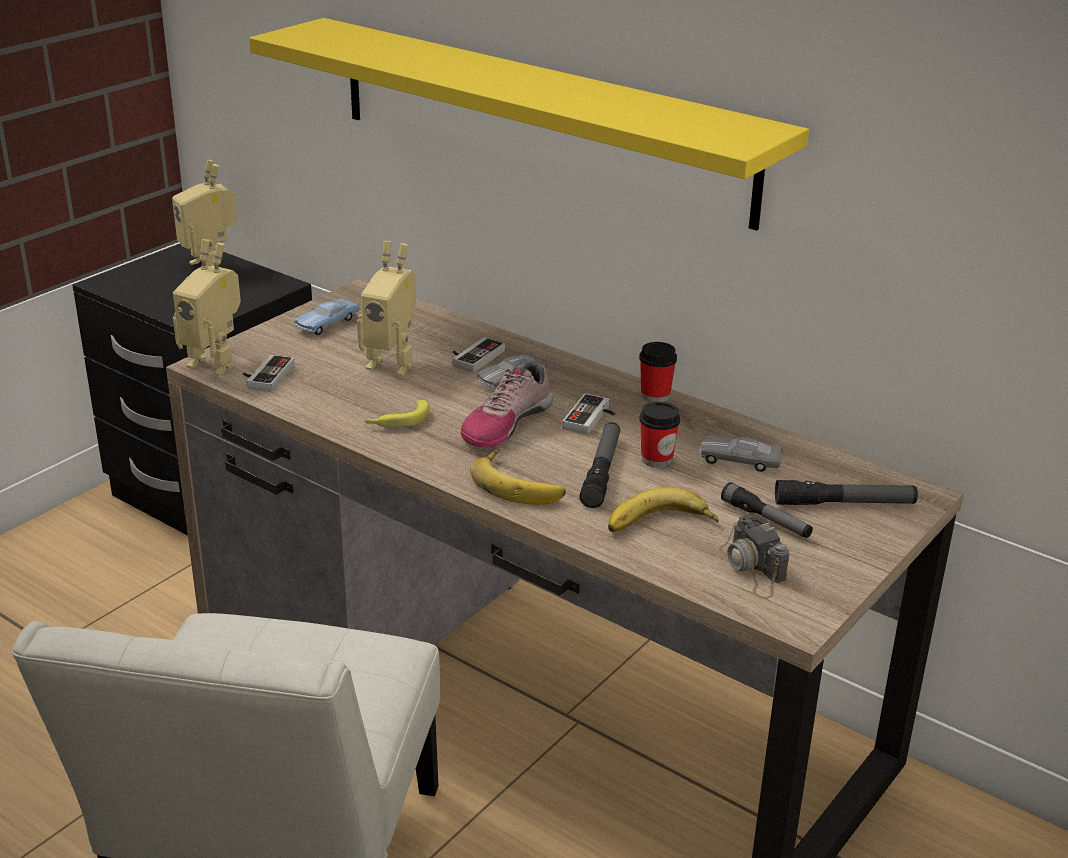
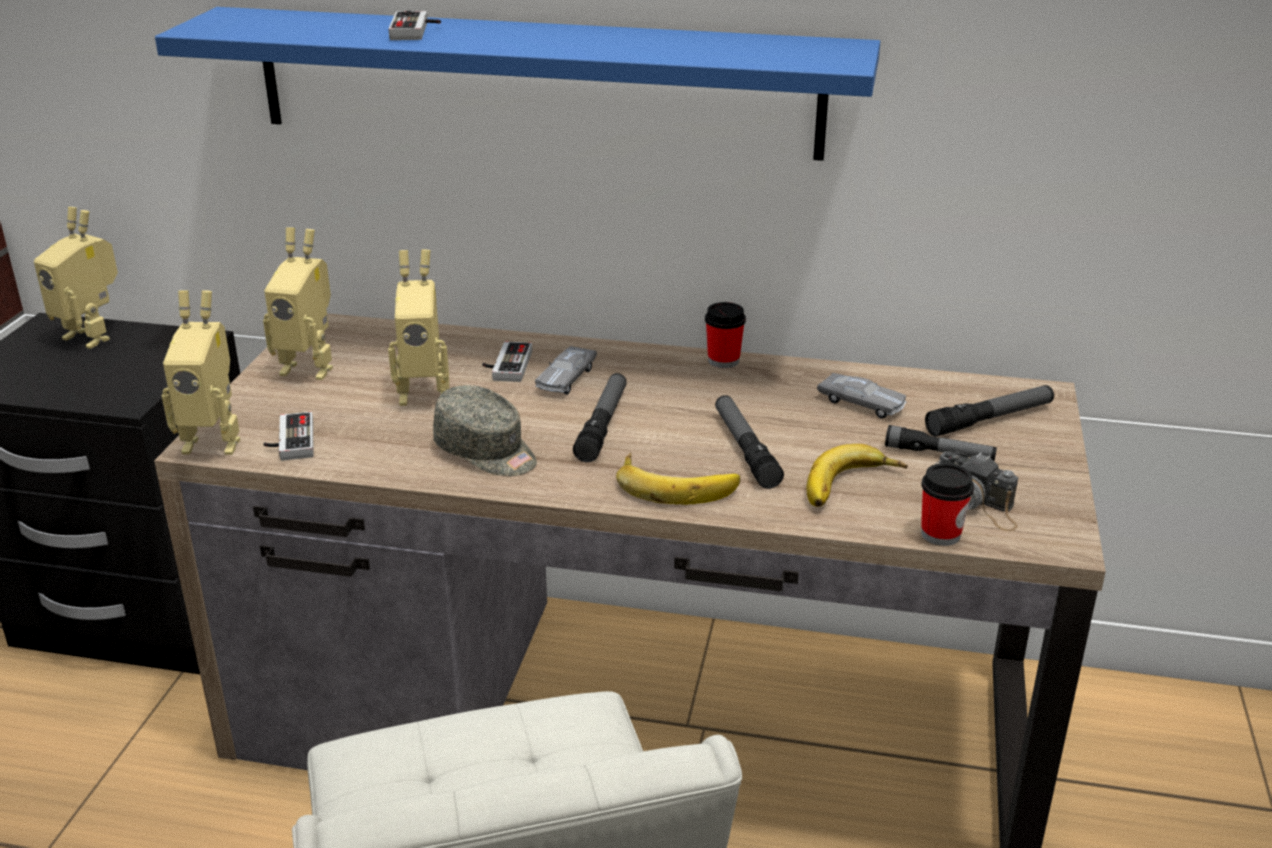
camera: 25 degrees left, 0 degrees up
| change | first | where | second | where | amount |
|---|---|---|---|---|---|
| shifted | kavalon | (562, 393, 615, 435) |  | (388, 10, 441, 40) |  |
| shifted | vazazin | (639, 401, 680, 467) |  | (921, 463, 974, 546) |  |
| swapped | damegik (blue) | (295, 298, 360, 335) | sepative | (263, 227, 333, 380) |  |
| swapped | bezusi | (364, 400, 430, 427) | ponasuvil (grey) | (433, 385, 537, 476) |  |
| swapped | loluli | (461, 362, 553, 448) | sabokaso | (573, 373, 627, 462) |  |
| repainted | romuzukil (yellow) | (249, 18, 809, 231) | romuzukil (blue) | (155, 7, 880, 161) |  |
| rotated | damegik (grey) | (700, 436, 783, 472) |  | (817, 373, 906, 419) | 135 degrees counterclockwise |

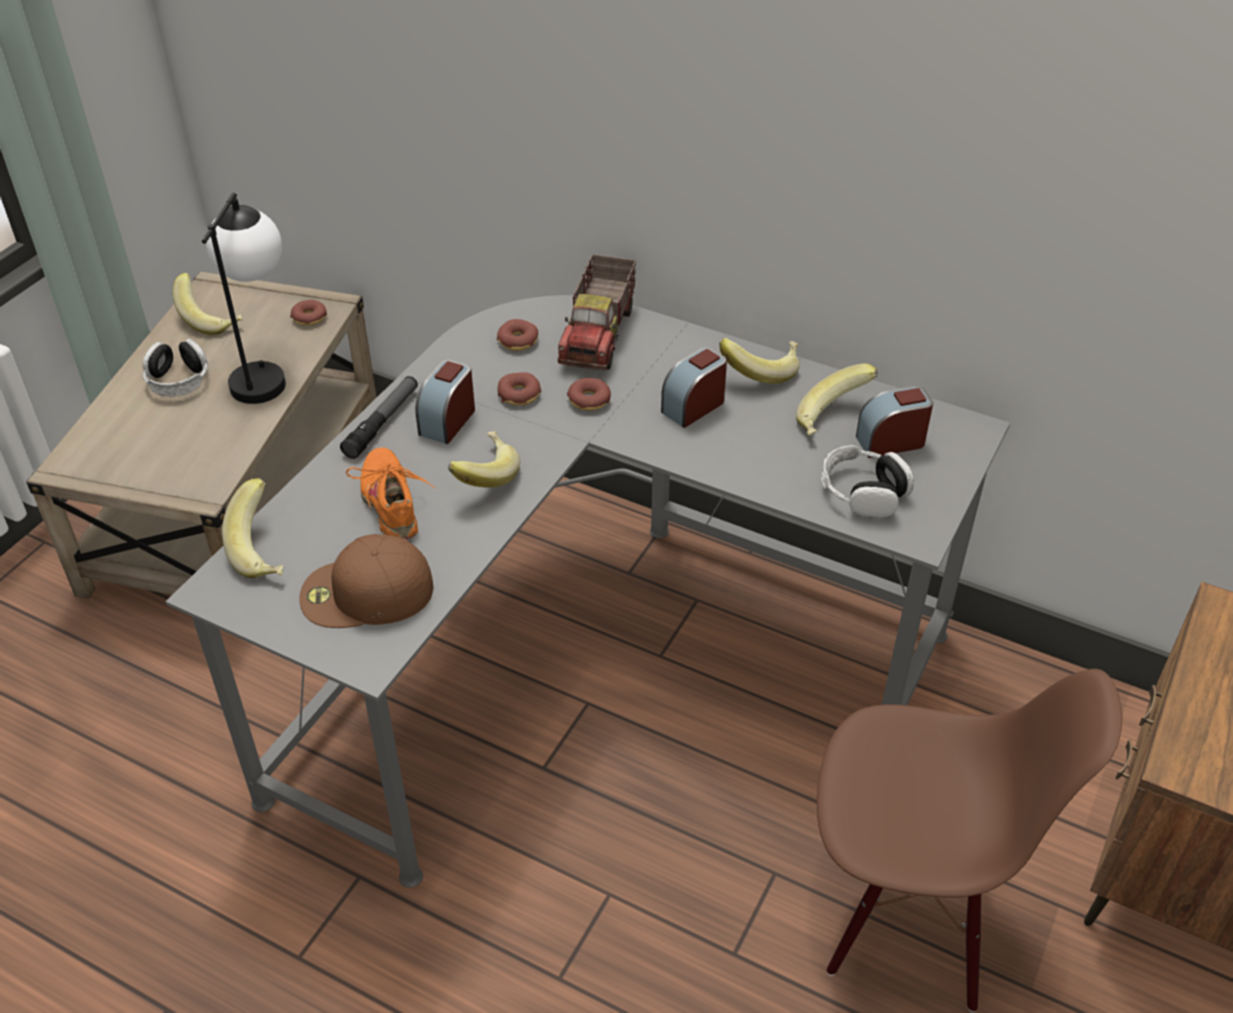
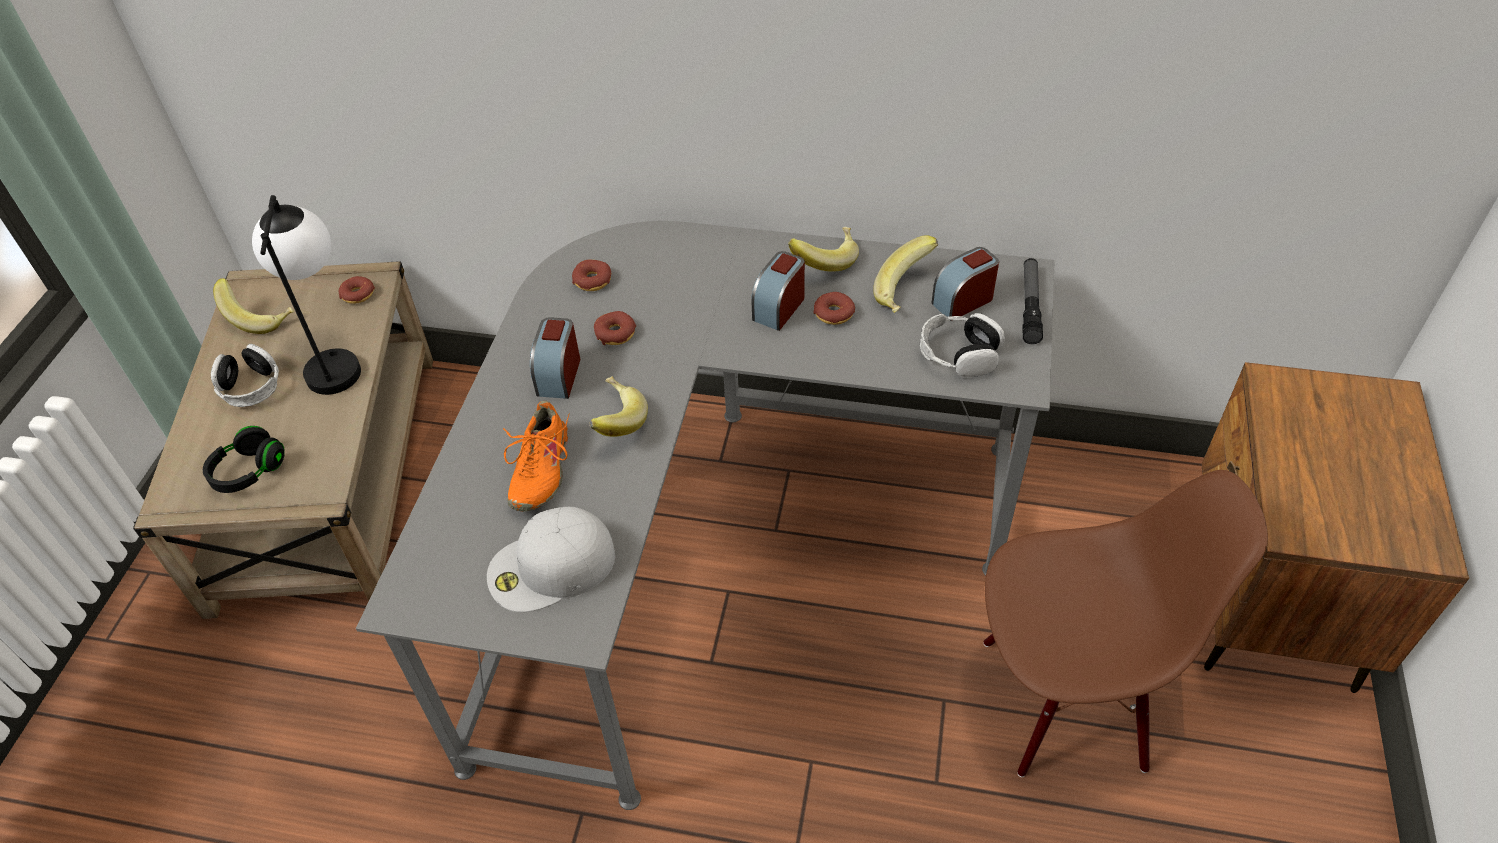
camera: 15 degrees left, 5 degrees up
| change | first | where | second | where | amount |
|---|---|---|---|---|---|
| gone | bezusi | (222, 478, 284, 578) |  |  |  |
| gone | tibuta | (558, 254, 636, 370) |  |  |  |
| new |  |  | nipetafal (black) | (203, 426, 285, 493) |  |
| shifted | sabokaso | (340, 376, 418, 459) |  | (1022, 258, 1043, 344) |  |
| shifted | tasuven | (567, 378, 611, 411) |  | (813, 292, 855, 325) |  |
| repainted | ponasuvil (brown) | (299, 534, 433, 628) | ponasuvil (white) | (487, 507, 615, 612) |  |
| rotated | loluli (orange) | (346, 447, 435, 539) |  | (503, 401, 569, 511) | 135 degrees counterclockwise |

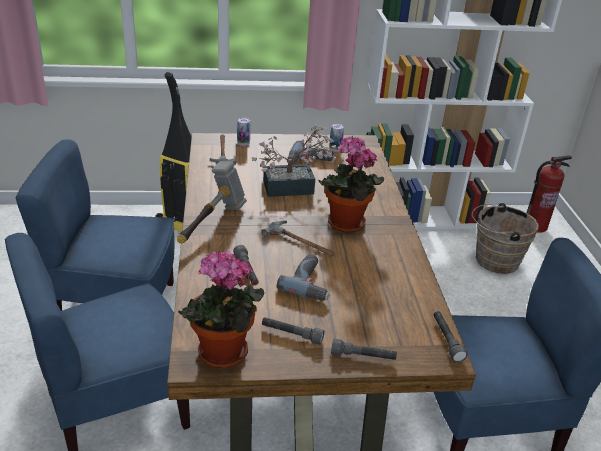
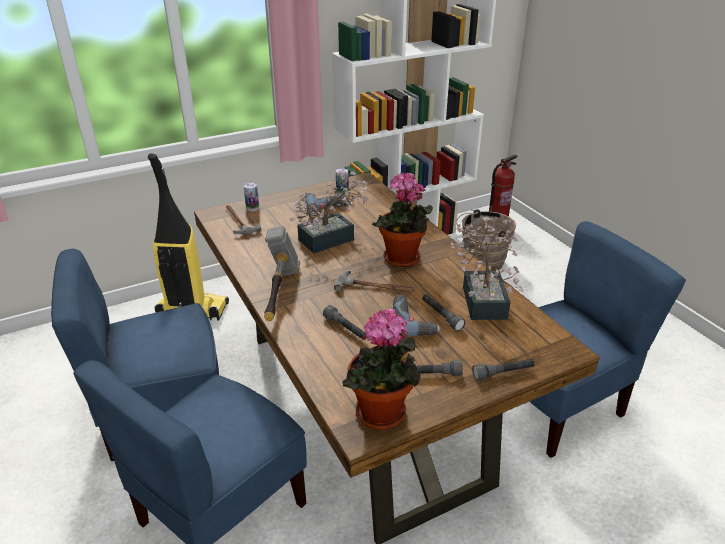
camera: 20 degrees left, 0 degrees up
| change | first | where | second | where | amount |
|---|---|---|---|---|---|
| new |  |  | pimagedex | (451, 217, 523, 320) |  |
| shifted | sabokaso (grey) | (434, 311, 467, 362) |  | (422, 294, 465, 331) |  |

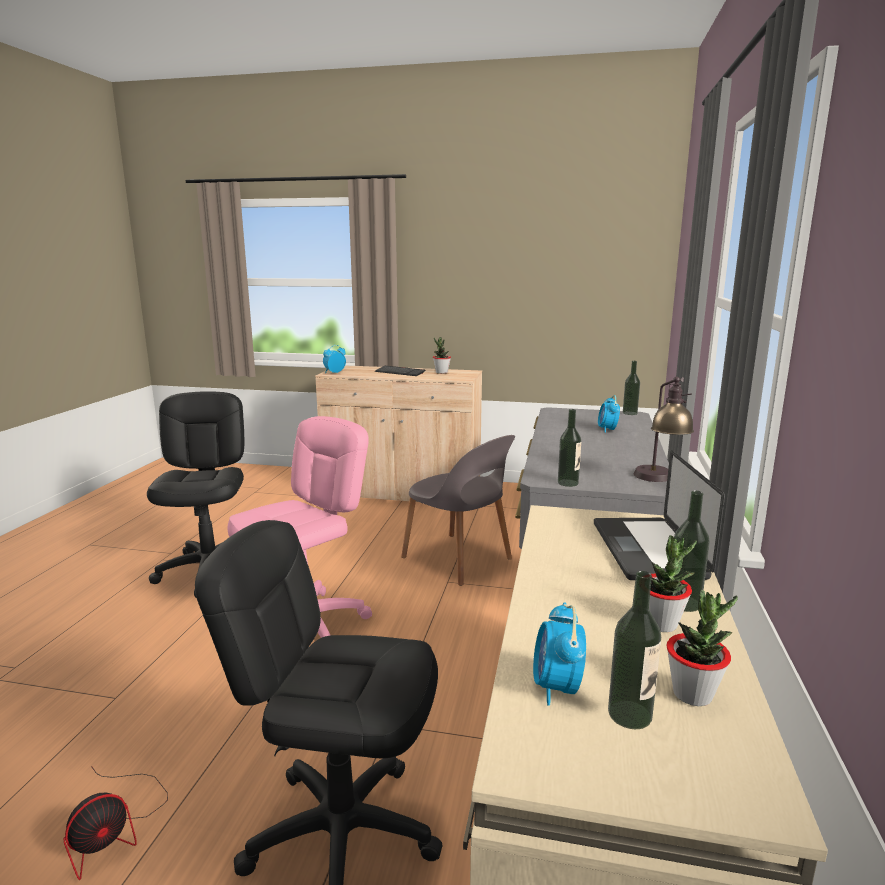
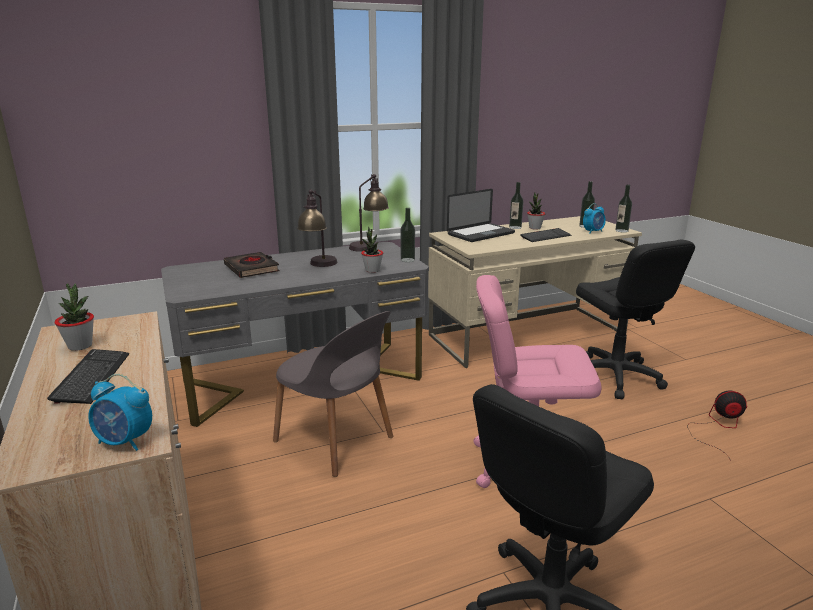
camera: 125 degrees left, 5 degrees up
| change | first | where | second | where | amount |
|---|---|---|---|---|---|
| new |  |  | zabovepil | (297, 189, 338, 267) |  |
| new |  |  | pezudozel | (520, 228, 571, 242) |  |
| shifted | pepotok | (623, 361, 640, 415) |  | (615, 185, 632, 232) |  |
| shifted | pimagedex | (666, 590, 738, 706) |  | (361, 227, 383, 273) |  |
| swapped | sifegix | (598, 395, 620, 433) | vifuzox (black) | (224, 252, 279, 278) |  |
| rotated | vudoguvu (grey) | (401, 435, 515, 586) |  | (273, 311, 393, 477) | 120 degrees clockwise |

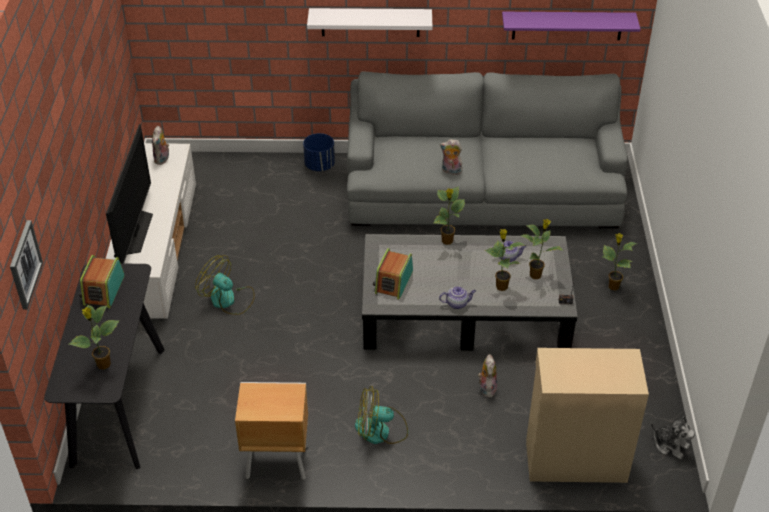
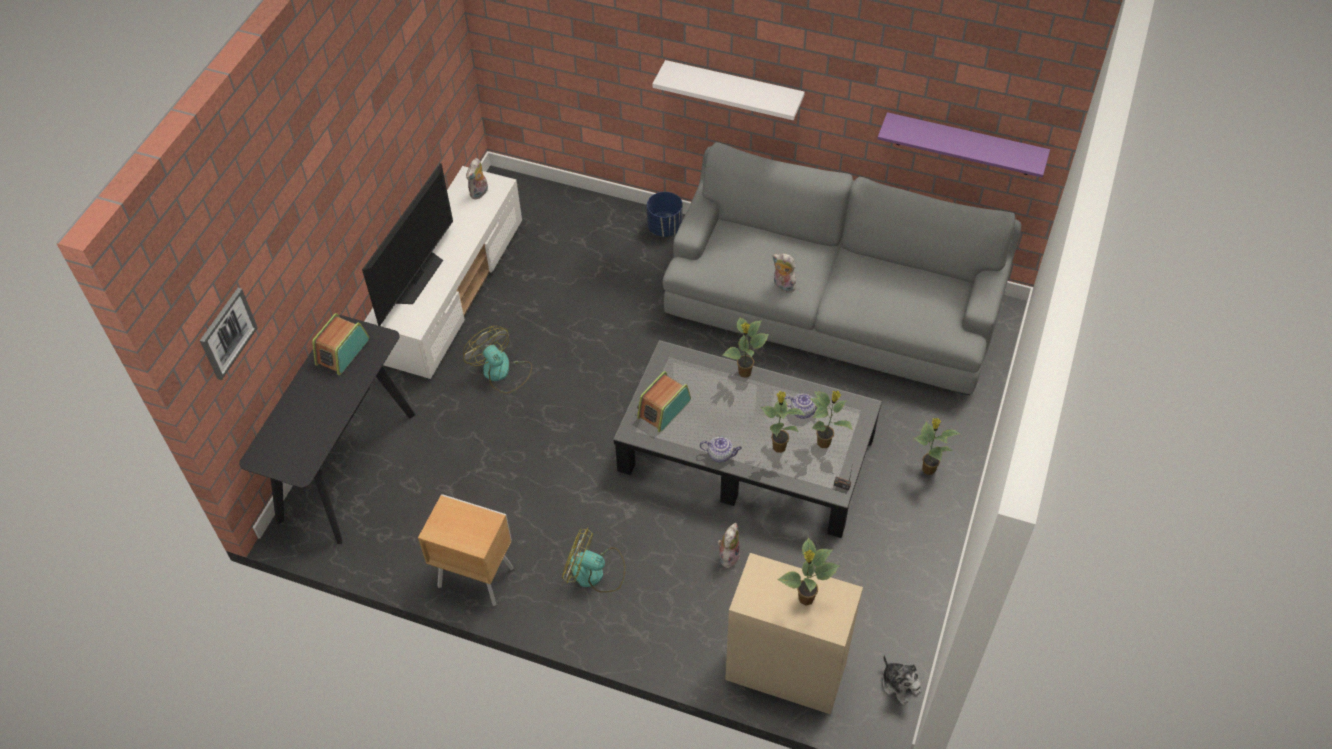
camera: 20 degrees right, 10 degrees up
| change | first | where | second | where | amount |
|---|---|---|---|---|---|
| shifted | pimagedex | (69, 305, 119, 369) |  | (777, 538, 840, 605) |  |

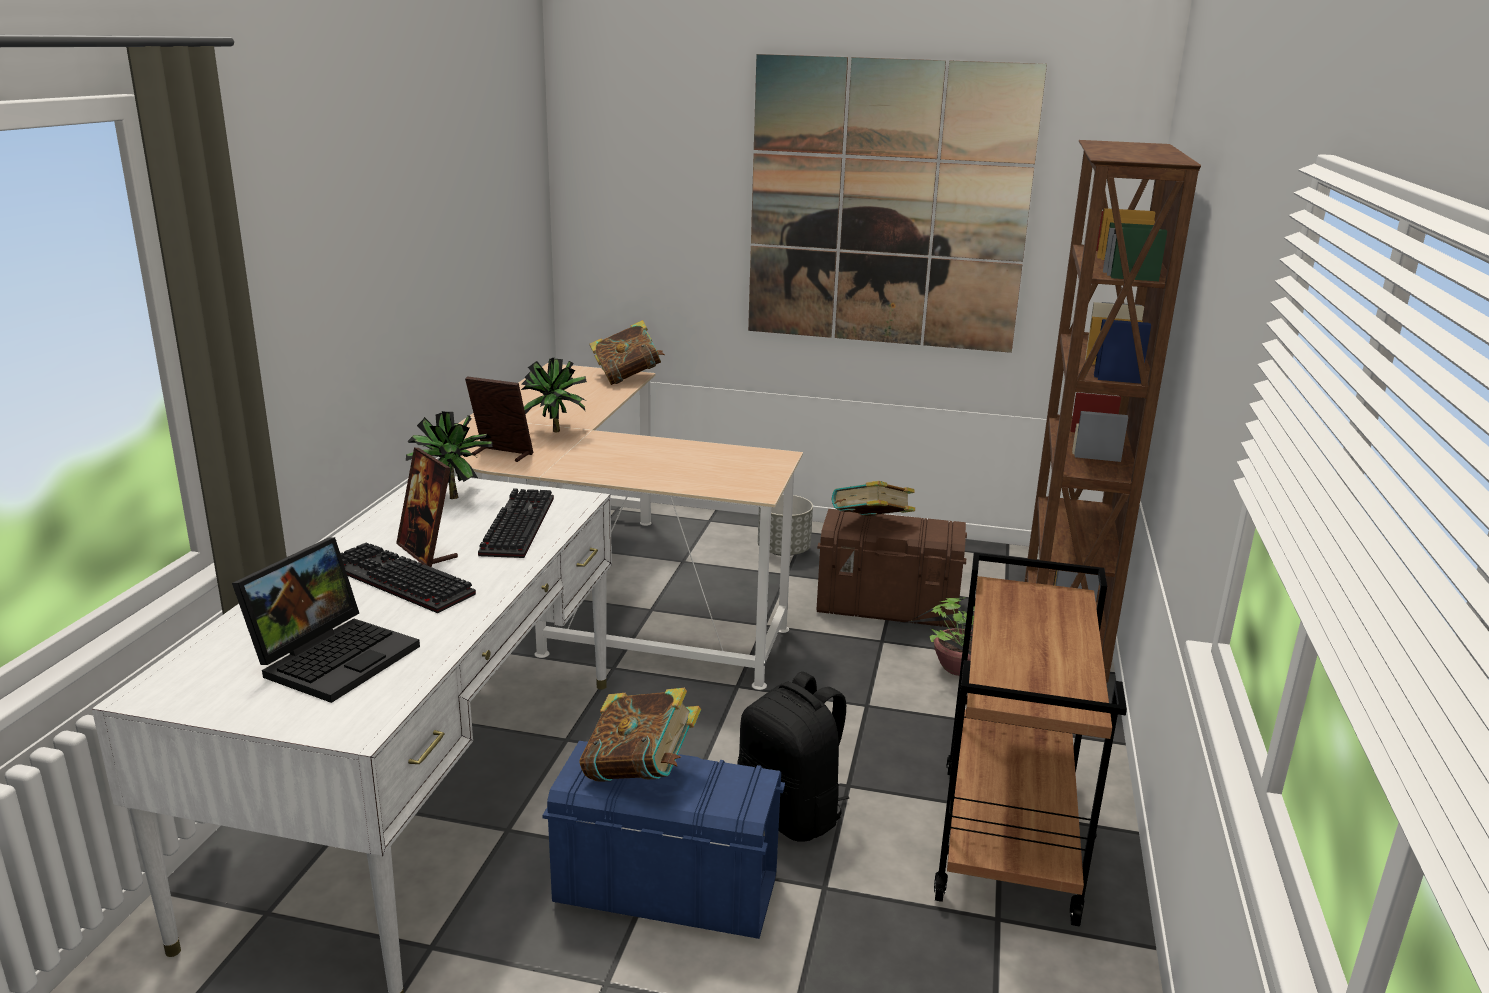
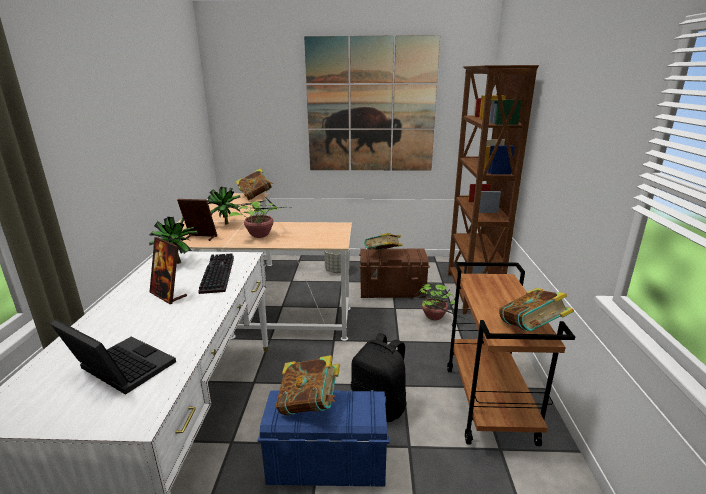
camera: 10 degrees left, 0 degrees up
| change | first | where | second | where | amount |
|---|---|---|---|---|---|
| gone | pezudozel | (340, 542, 476, 613) |  |  |  |
| new |  |  | pimagedex | (228, 197, 289, 238) |  |
| new |  |  | vifuzox | (499, 288, 574, 331) |  |
| rotated | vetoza | (232, 537, 420, 703) |  | (50, 319, 176, 395) | 75 degrees counterclockwise |

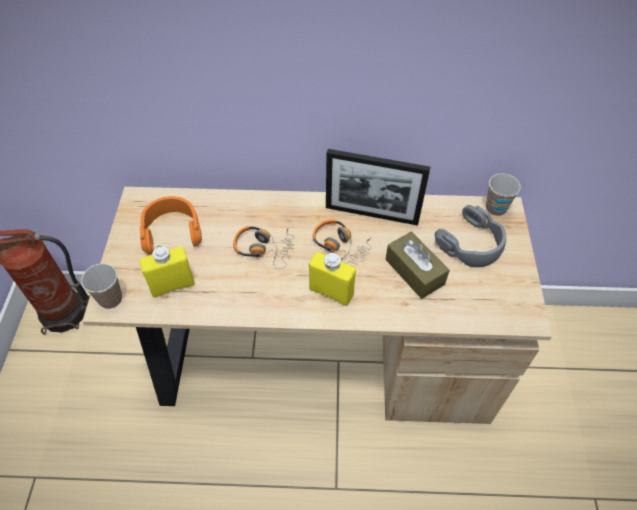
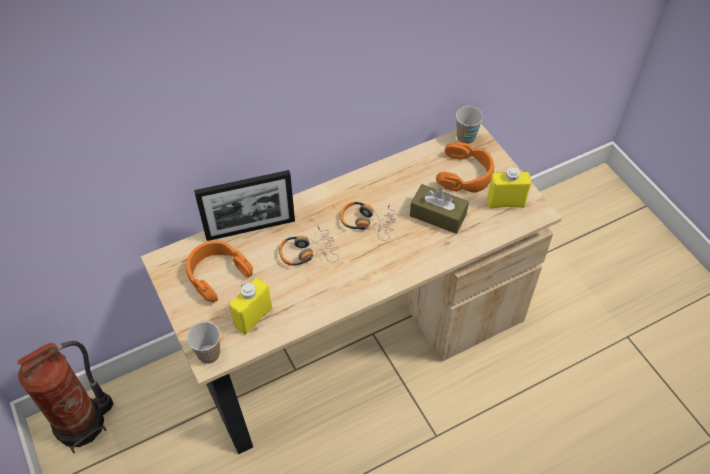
camera: 30 degrees left, 0 degrees up
| change | first | where | second | where | amount |
|---|---|---|---|---|---|
| shifted | pepotok (yellow) | (309, 252, 356, 306) |  | (487, 167, 531, 209) |  |
| shifted | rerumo | (326, 149, 430, 226) |  | (194, 170, 295, 241) |  |
| repainted | nipetafal (grey) | (435, 205, 506, 267) | nipetafal (orange) | (436, 142, 494, 193) |  |

